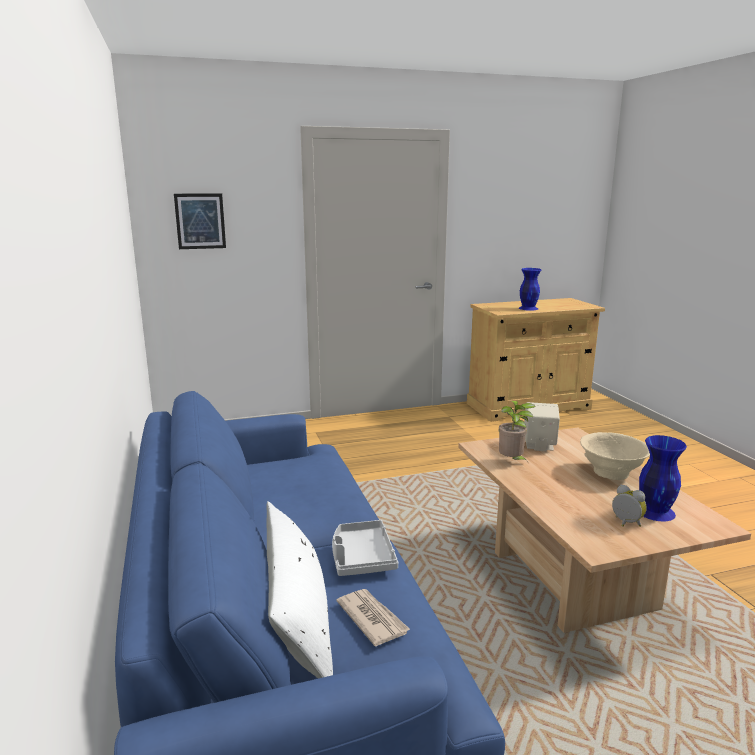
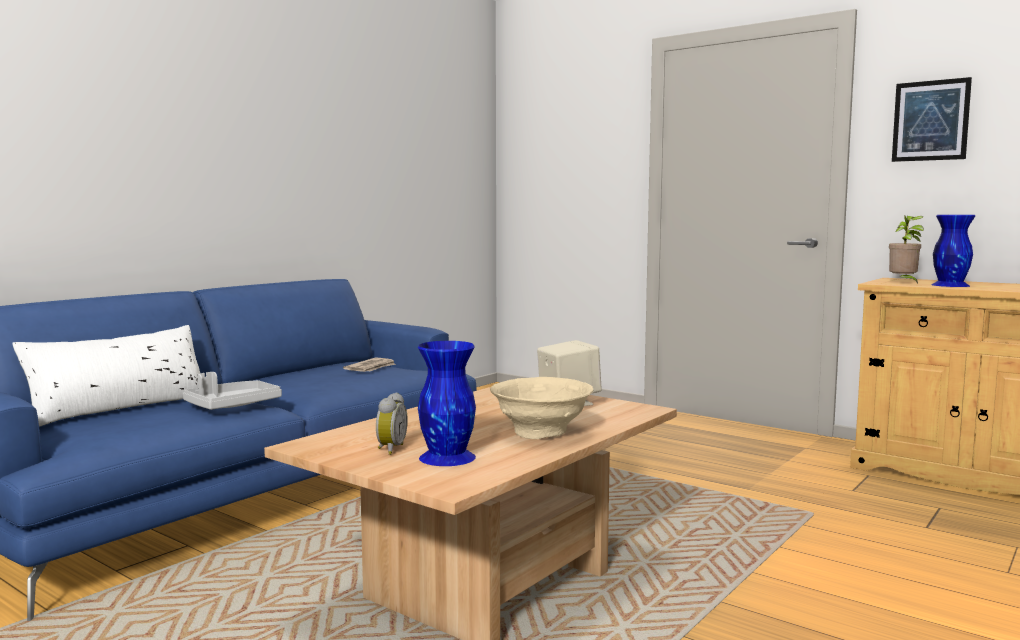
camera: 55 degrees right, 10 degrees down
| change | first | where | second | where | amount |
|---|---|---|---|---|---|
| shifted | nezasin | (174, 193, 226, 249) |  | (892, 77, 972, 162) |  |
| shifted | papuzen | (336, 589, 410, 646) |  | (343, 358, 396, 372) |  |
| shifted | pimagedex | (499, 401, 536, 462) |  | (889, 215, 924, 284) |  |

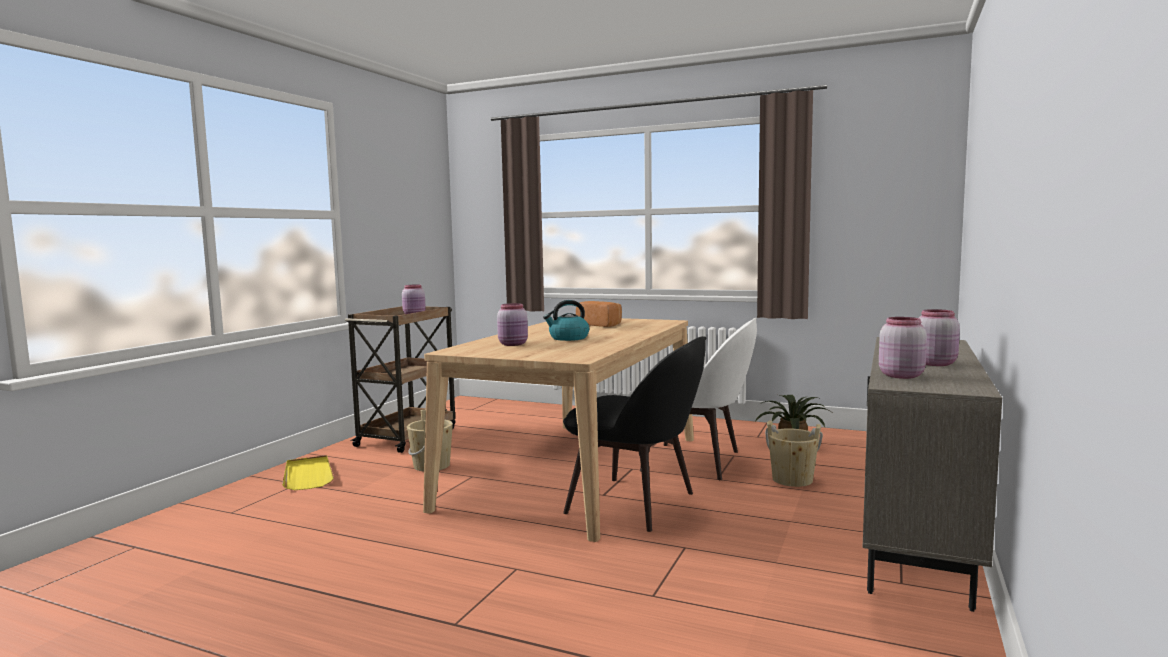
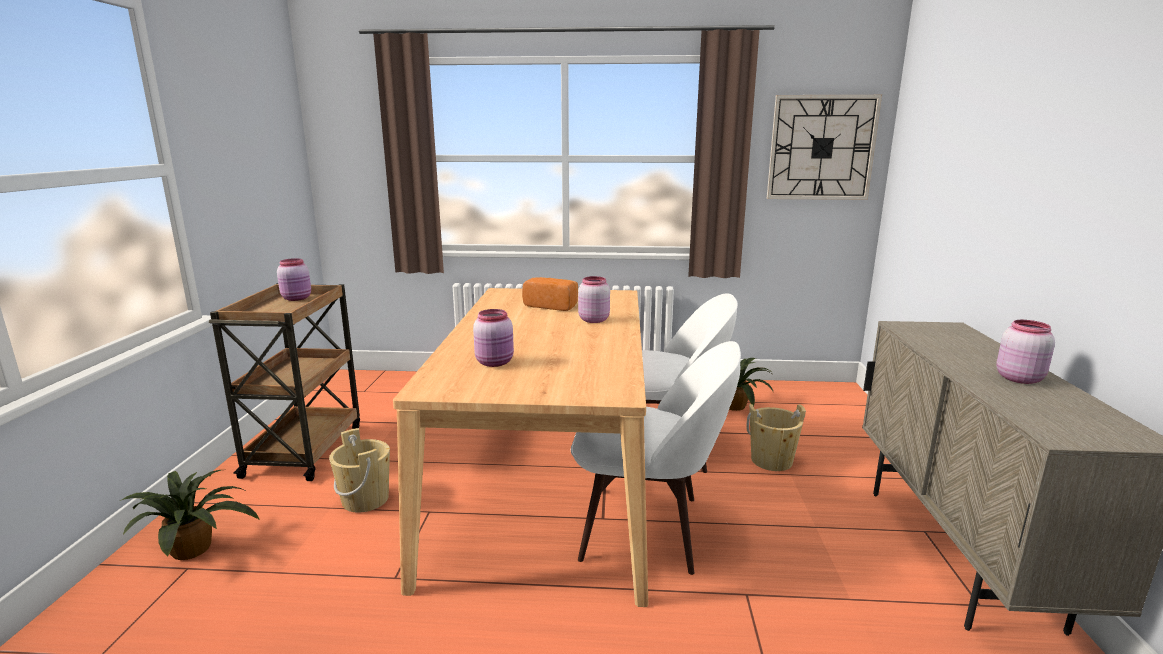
camera: 20 degrees left, 10 degrees up
| change | first | where | second | where | amount |
|---|---|---|---|---|---|
| gone | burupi | (543, 300, 589, 341) |  |  |  |
| new |  |  | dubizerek | (767, 95, 882, 200) |  |
| shifted | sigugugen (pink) | (879, 317, 927, 379) |  | (578, 276, 610, 323) |  |
| swapped | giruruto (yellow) | (282, 455, 334, 490) | pimagedex | (120, 470, 260, 560) |  |
| repainted | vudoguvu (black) | (563, 336, 706, 532) | vudoguvu (white) | (571, 341, 741, 575) |  |

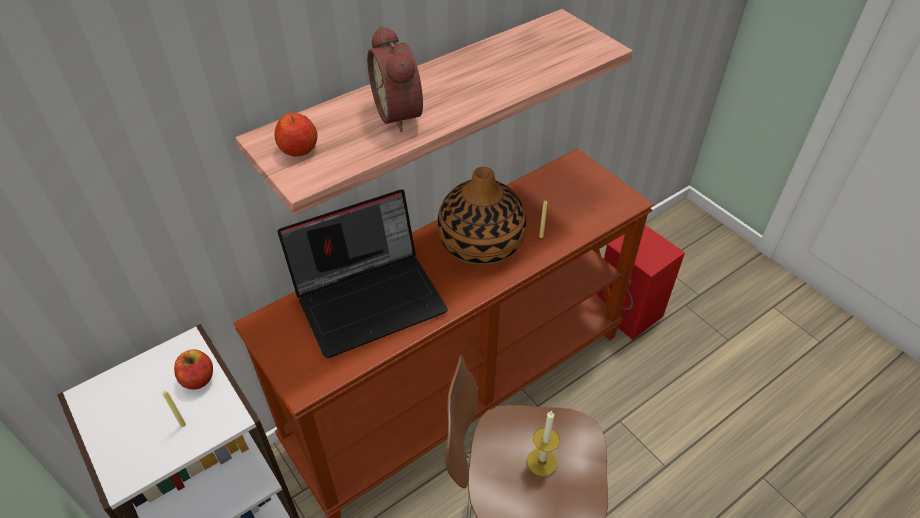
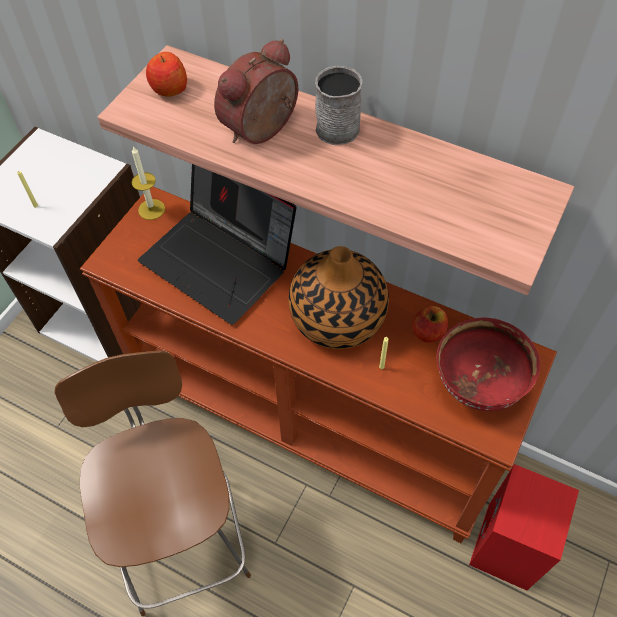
camera: 65 degrees right, 10 degrees up
| change | first | where | second | where | amount |
|---|---|---|---|---|---|
| new |  |  | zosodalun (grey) | (315, 66, 363, 145) |  |
| new |  |  | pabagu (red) | (436, 318, 540, 411) |  |
| shifted | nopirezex | (174, 349, 213, 390) |  | (412, 306, 448, 342) |  |
| shifted | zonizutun | (527, 411, 560, 476) |  | (132, 146, 165, 220) |  |

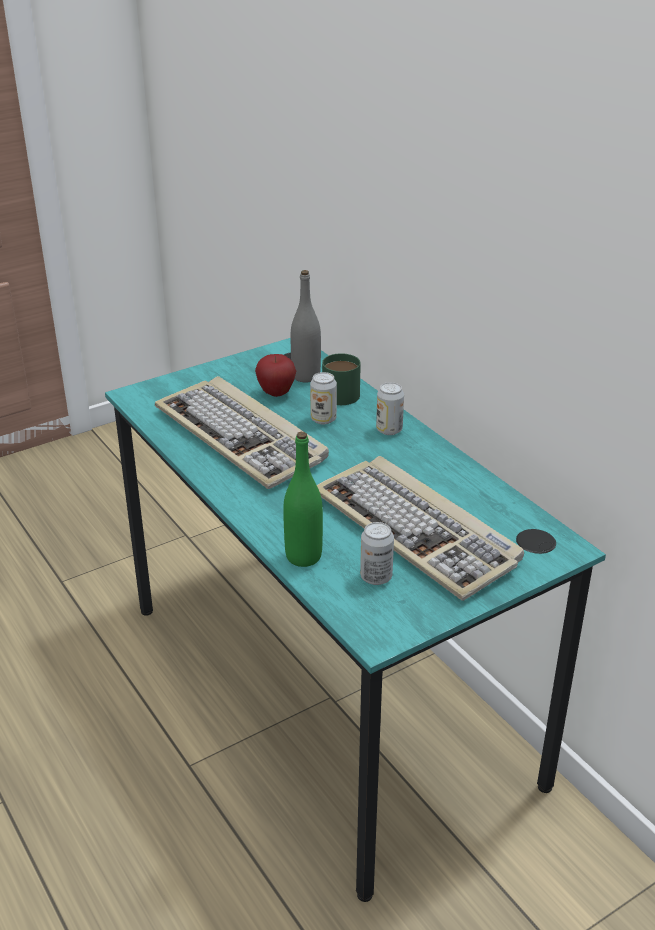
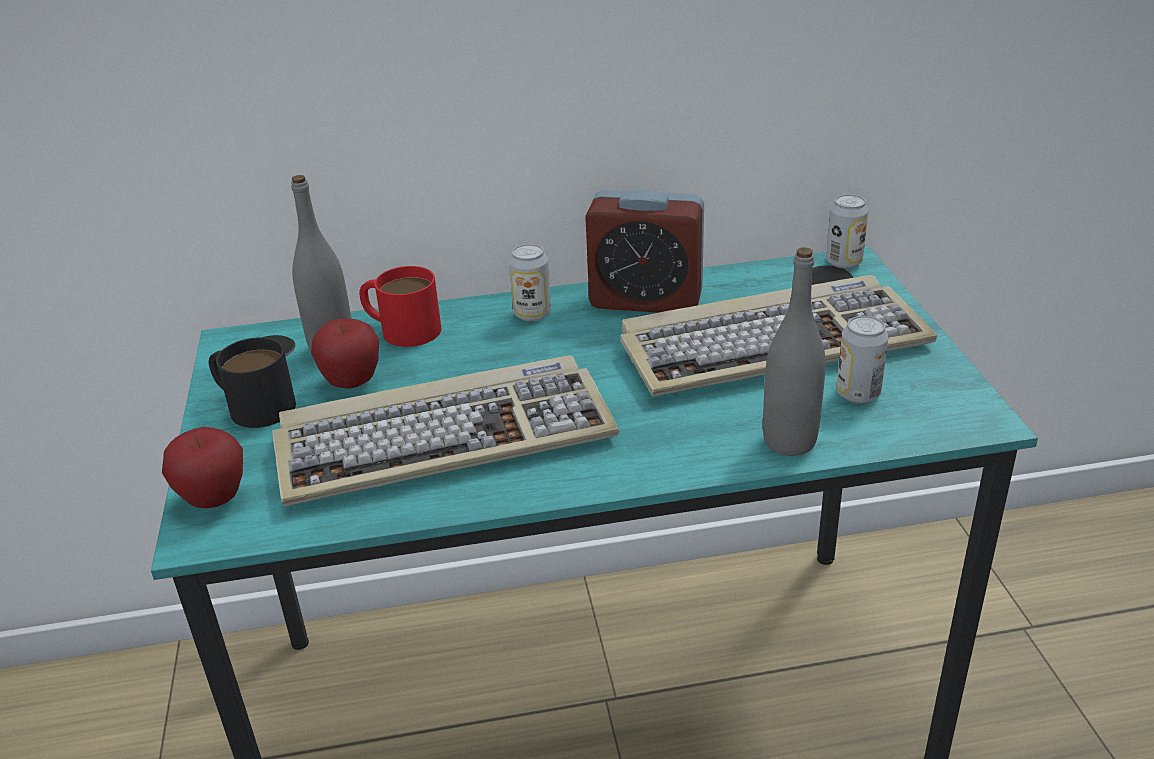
camera: 65 degrees left, 0 degrees up
| change | first | where | second | where | amount |
|---|---|---|---|---|---|
| new |  |  | nopirezex | (162, 427, 243, 508) |  |
| new |  |  | zosodalun (black) | (209, 337, 296, 428) |  |
| new |  |  | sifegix | (585, 189, 704, 313) |  |
| shifted | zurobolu | (310, 372, 337, 425) |  | (826, 194, 868, 268) |  |
| repainted | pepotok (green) | (283, 432, 323, 567) | pepotok (grey) | (763, 247, 826, 456) |  |
| repainted | zosodalun (green) | (322, 353, 361, 405) | zosodalun (red) | (359, 266, 441, 347) |  |

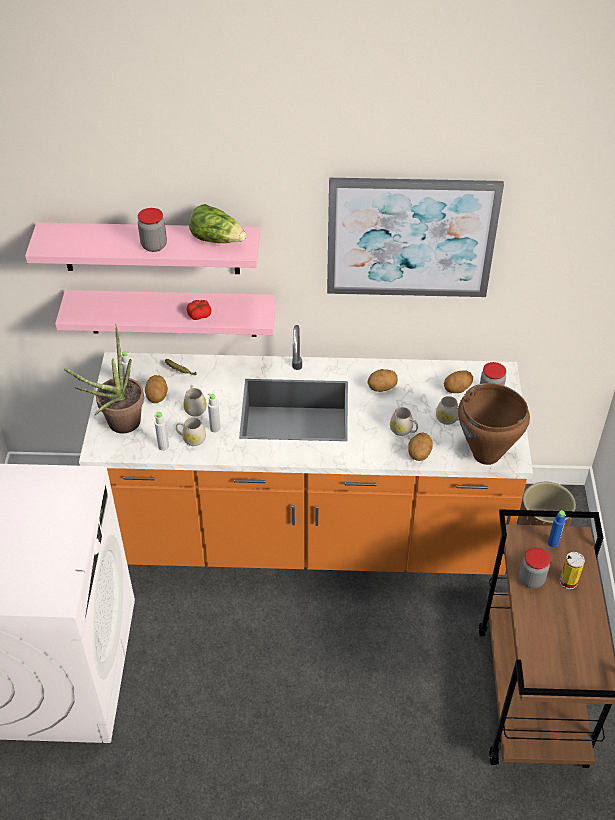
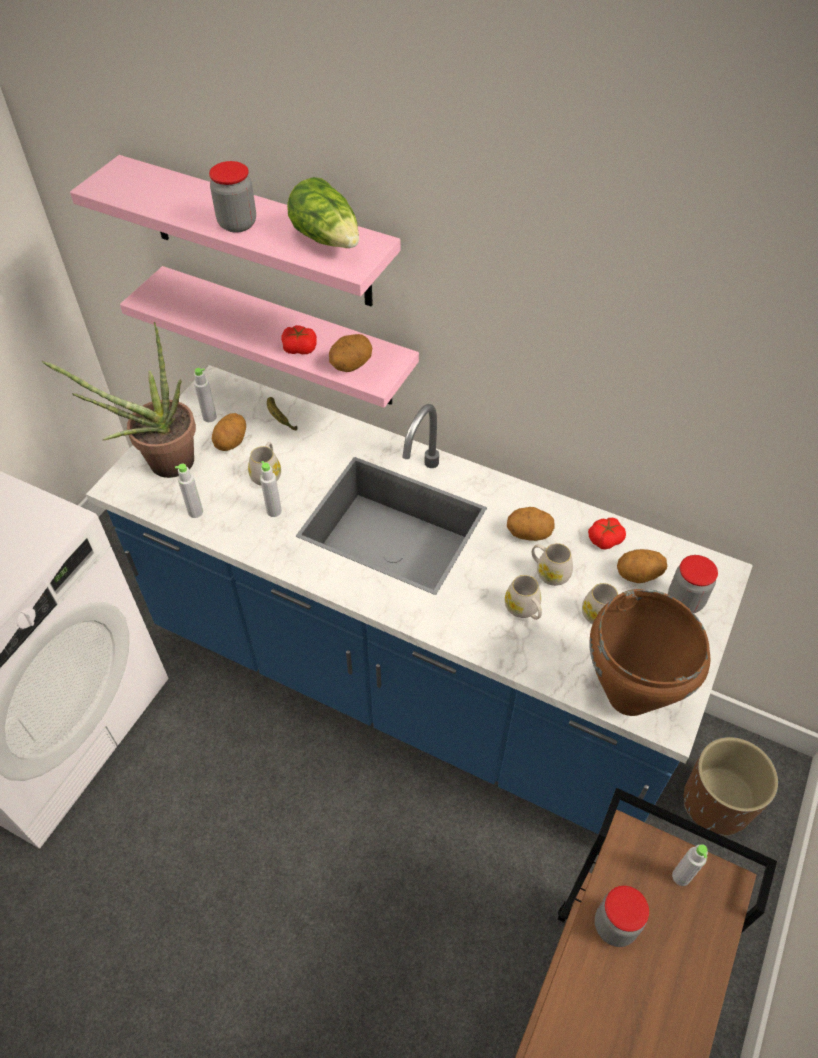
camera: 25 degrees right, 5 degrees up
| change | first | where | second | where | amount |
|---|---|---|---|---|---|
| gone | nezasin | (327, 178, 504, 297) |  |  |  |
| gone | zurobolu | (560, 552, 585, 589) |  |  |  |
| new |  |  | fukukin | (588, 518, 626, 550) |  |
| shifted | zosodalun (white) | (176, 417, 206, 446) |  | (532, 543, 573, 586) |  |
| shifted | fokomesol | (408, 433, 433, 461) |  | (329, 334, 372, 372) |  |
| repainted | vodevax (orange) | (79, 325, 533, 575) | vodevax (blue) | (86, 365, 753, 834) |  |
| repainted | pepotok (blue) | (548, 510, 566, 547) | pepotok (grey) | (672, 844, 708, 886) |  |

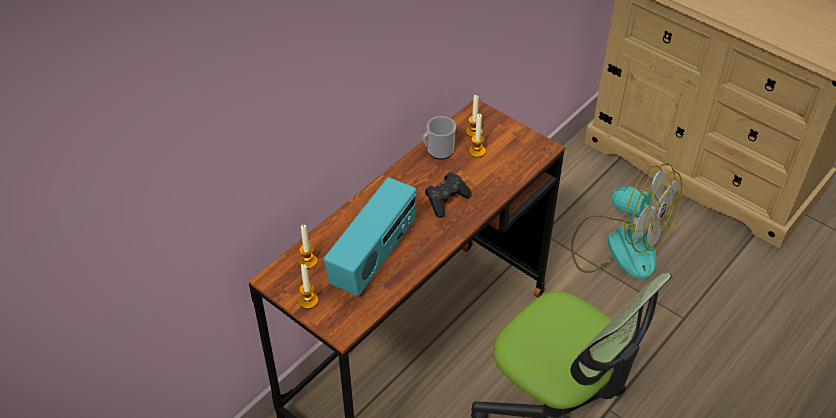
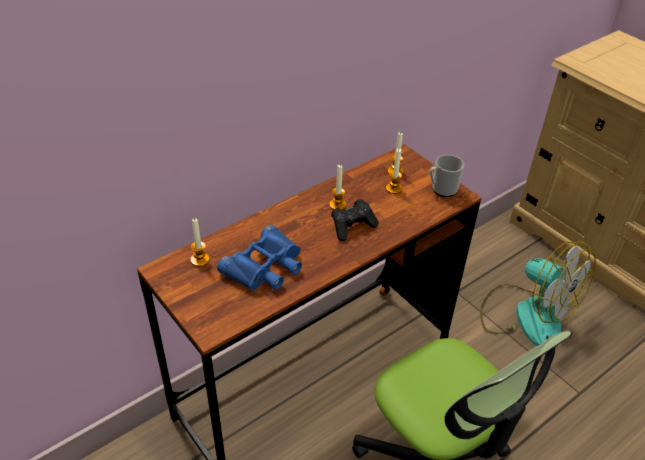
camera: 10 degrees right, 5 degrees down
| change | first | where | second | where | amount |
|---|---|---|---|---|---|
| shifted | zonizutun | (299, 264, 318, 309) |  | (329, 165, 346, 210) |  |
| shifted | zosodalun | (422, 116, 456, 160) |  | (429, 155, 464, 197) |  |
| swapped | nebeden | (324, 177, 417, 296) | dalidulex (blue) | (217, 224, 302, 291) |  |

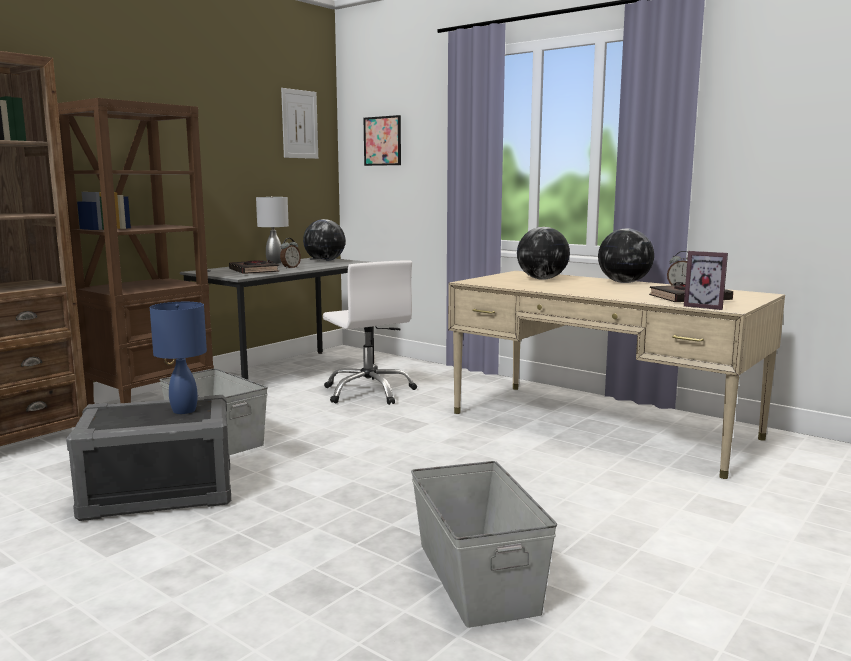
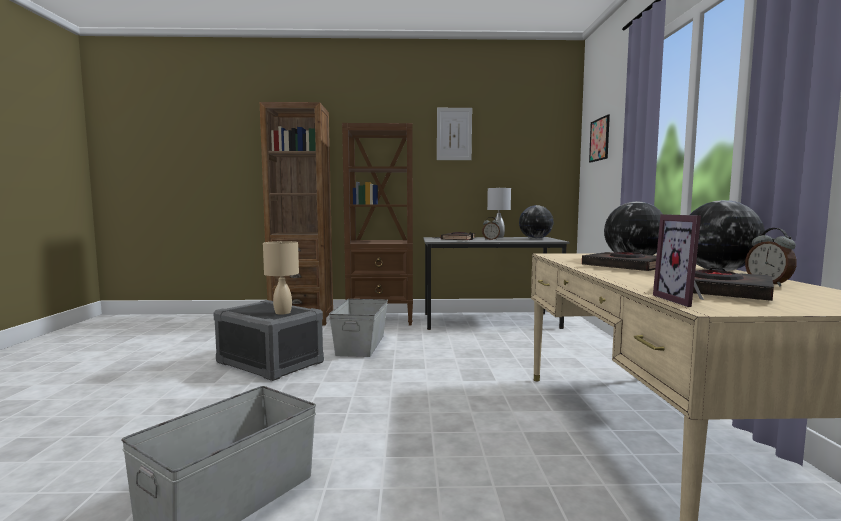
camera: 50 degrees right, 5 degrees down
| change | first | where | second | where | amount |
|---|---|---|---|---|---|
| gone | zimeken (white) | (323, 260, 417, 405) |  |  |  |
| new |  |  | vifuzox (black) | (582, 251, 657, 271) |  |
| shifted | nezasin | (281, 88, 318, 159) |  | (437, 108, 472, 160) |  |
| repainted | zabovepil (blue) | (150, 302, 207, 414) | zabovepil (beige) | (263, 241, 299, 315) |  |

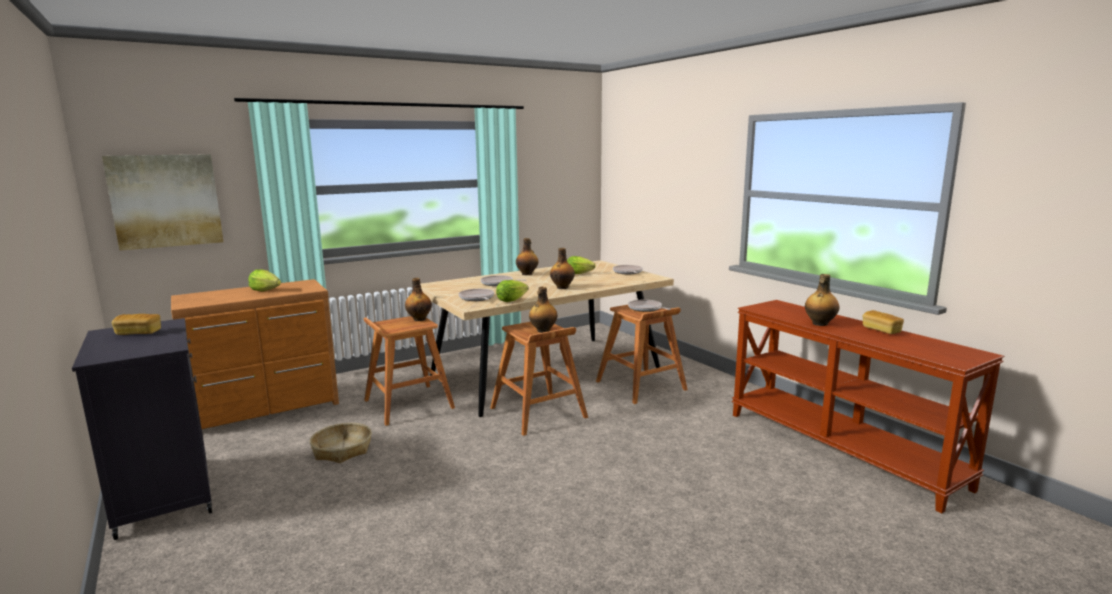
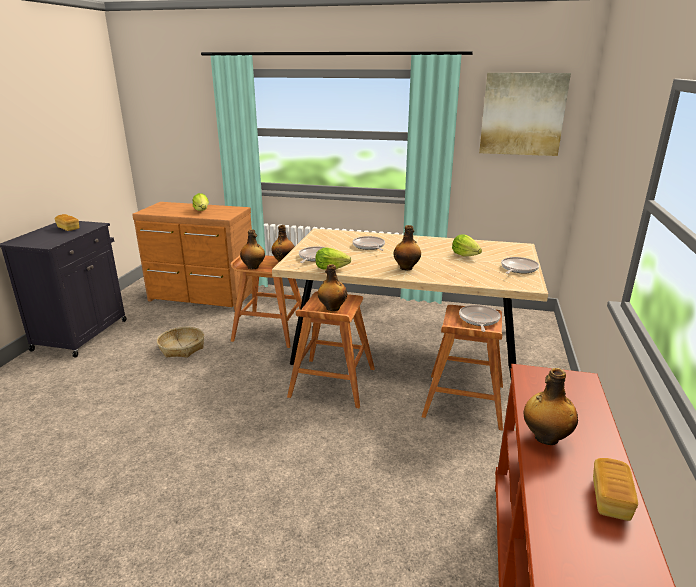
camera: 45 degrees right, 10 degrees up
| change | first | where | second | where | amount |
|---|---|---|---|---|---|
| shifted | nezasin | (102, 154, 223, 250) |  | (479, 73, 571, 156) |  |
| shifted | pepotok | (516, 238, 538, 275) |  | (240, 229, 265, 269) |  |

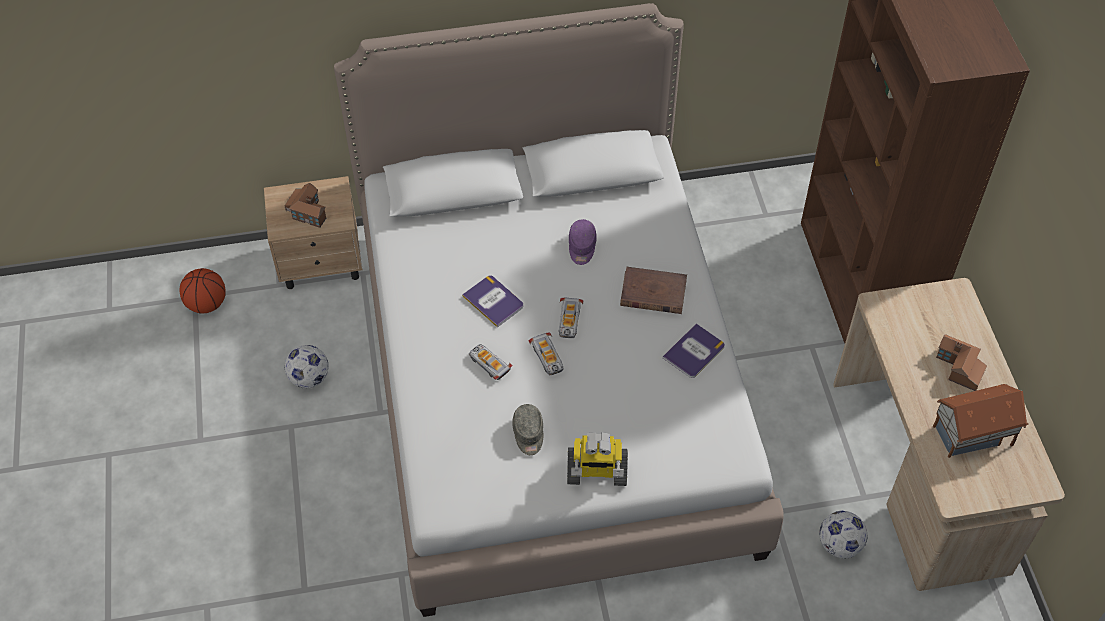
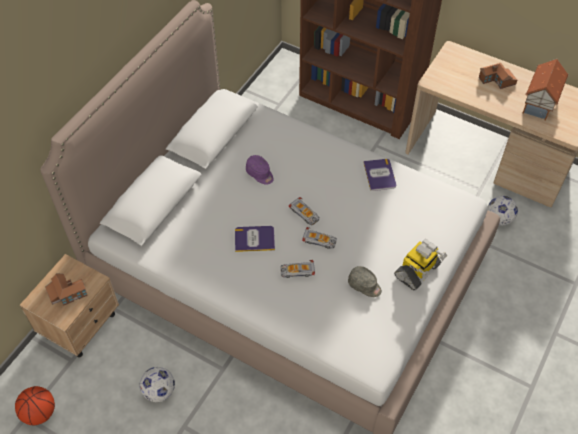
camera: 50 degrees left, 0 degrees up
| change | first | where | second | where | amount |
|---|---|---|---|---|---|
| gone | vifuzox (brown) | (620, 267, 687, 314) |  |  |  |

